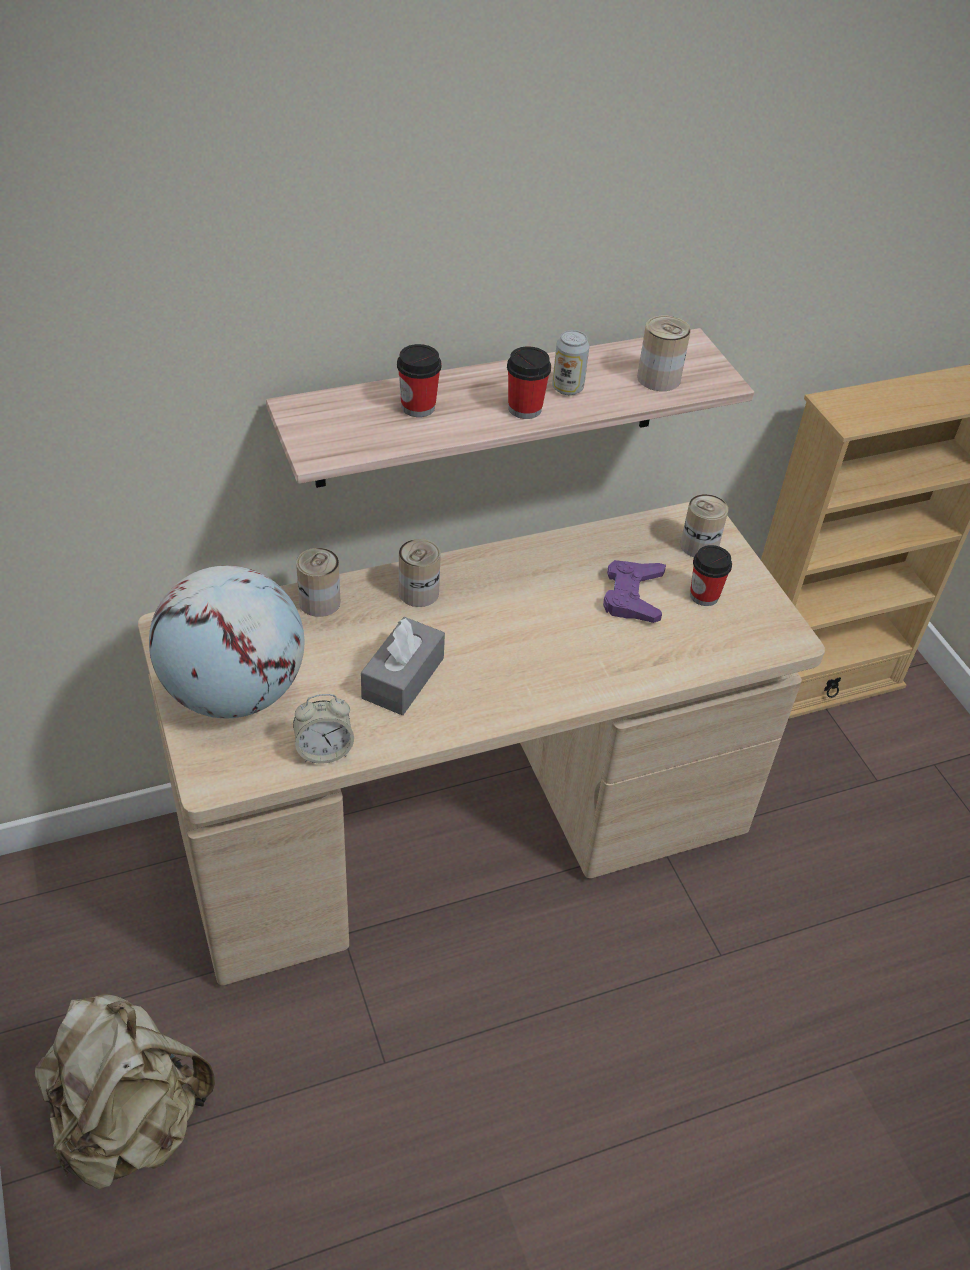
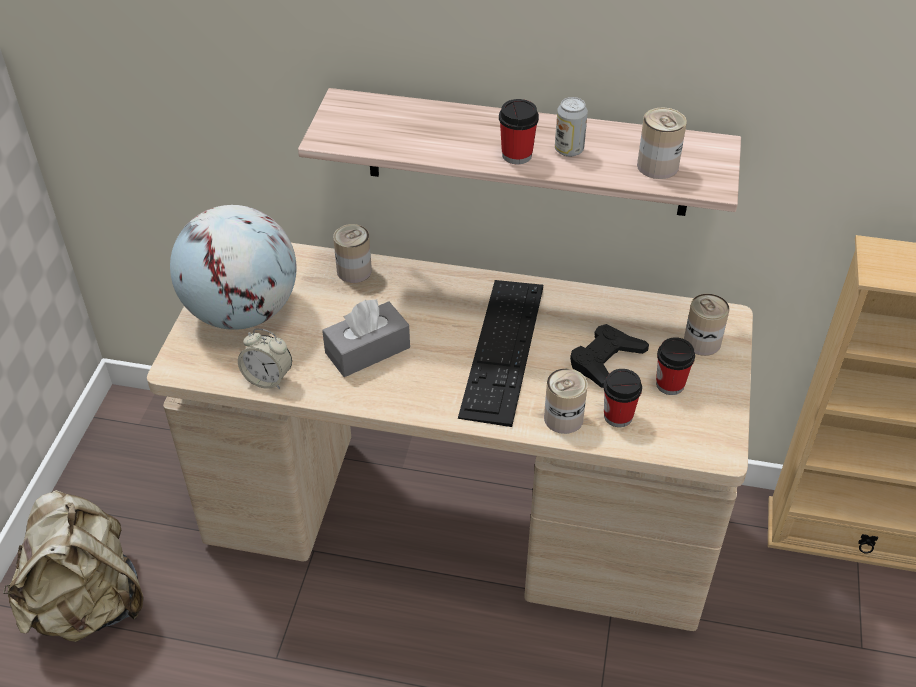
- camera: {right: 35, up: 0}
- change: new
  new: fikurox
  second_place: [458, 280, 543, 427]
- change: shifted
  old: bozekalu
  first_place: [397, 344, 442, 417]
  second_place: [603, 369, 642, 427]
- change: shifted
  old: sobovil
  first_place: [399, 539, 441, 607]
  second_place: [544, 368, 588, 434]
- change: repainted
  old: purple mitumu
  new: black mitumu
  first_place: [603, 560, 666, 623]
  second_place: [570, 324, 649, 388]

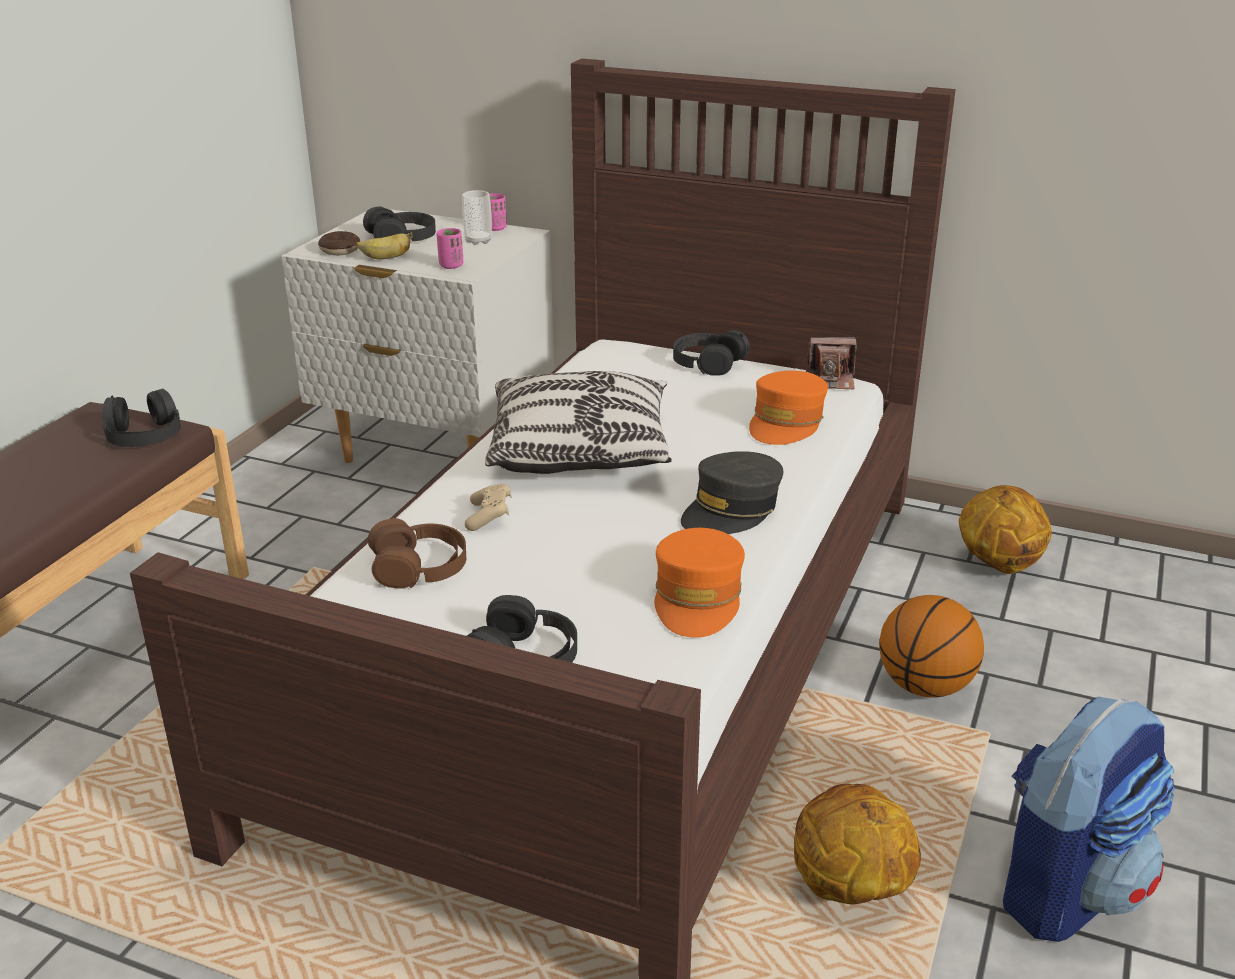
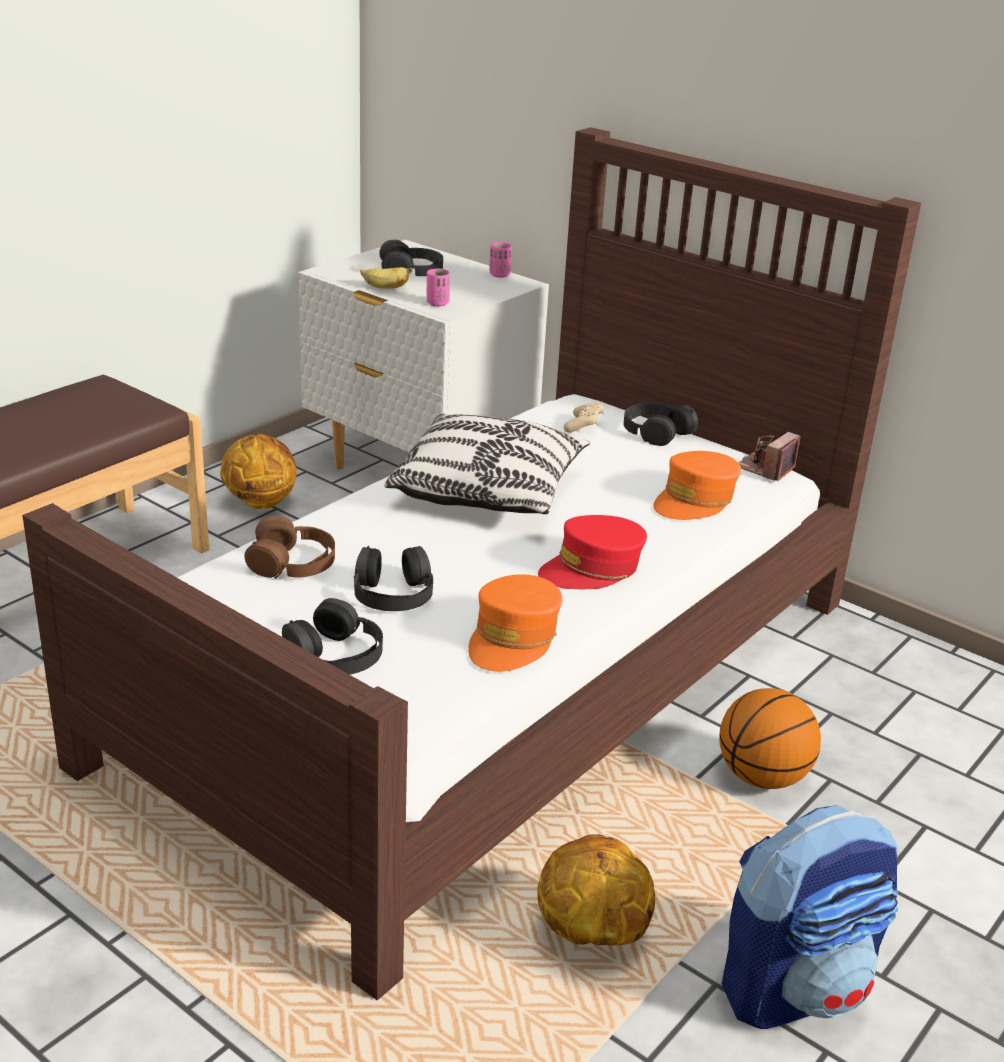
- camera: {right: 15, up: 0}
- change: gone
  old: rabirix
  first_place: [318, 231, 360, 255]
- change: gone
  old: bozekalu
  first_place: [462, 190, 492, 245]
- change: shifted
  old: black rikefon
  first_place: [102, 389, 181, 447]
  second_place: [354, 546, 433, 611]
- change: shifted
  old: beige mitumu
  first_place: [465, 484, 512, 531]
  second_place: [563, 403, 604, 433]
- change: shifted
  old: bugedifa
  first_place: [959, 485, 1052, 574]
  second_place: [220, 434, 297, 509]
- change: repainted
  old: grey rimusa
  new: red rimusa
  first_place: [681, 451, 783, 534]
  second_place: [538, 515, 647, 589]
- change: rotated
  old: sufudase
  first_place: [806, 337, 856, 389]
  second_place: [738, 432, 801, 481]
  degrees: 105

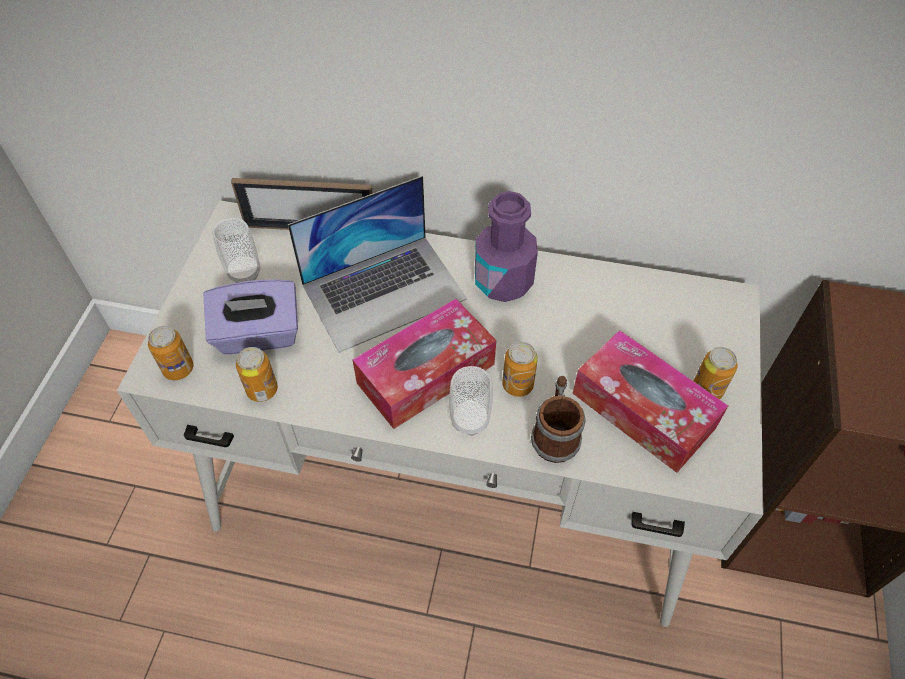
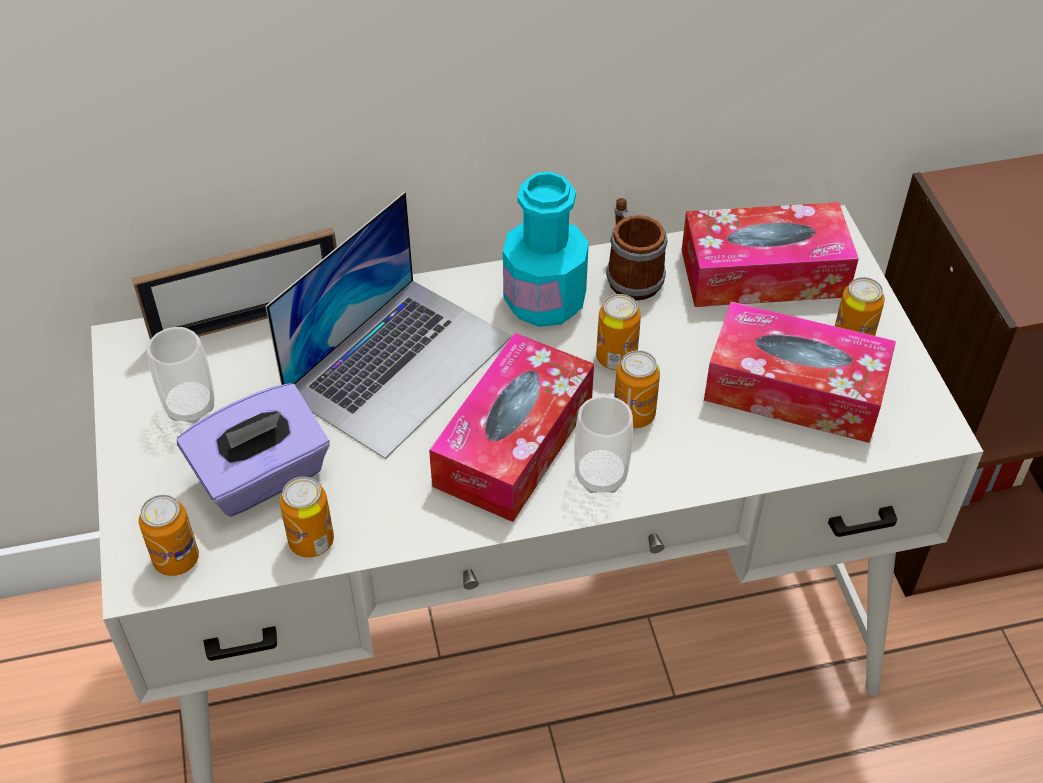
- camera: {right: -25, up: -5}
- change: new
  new: sobovil
  second_place: [596, 294, 641, 370]
- change: new
  new: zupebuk
  second_place: [682, 202, 859, 307]
- change: shifted
  old: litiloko
  first_place: [531, 376, 586, 463]
  second_place: [606, 198, 667, 301]
- change: repainted
  old: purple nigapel
  new: turquoise nigapel
  first_place: [475, 191, 538, 302]
  second_place: [503, 172, 589, 327]

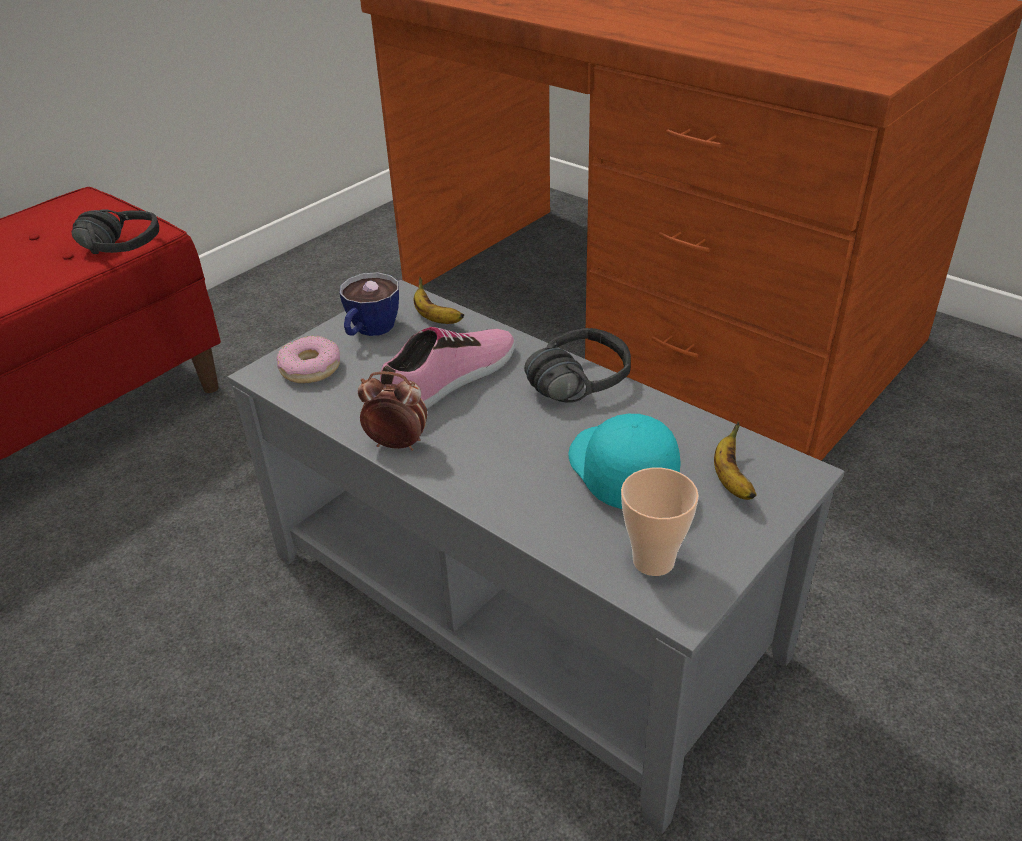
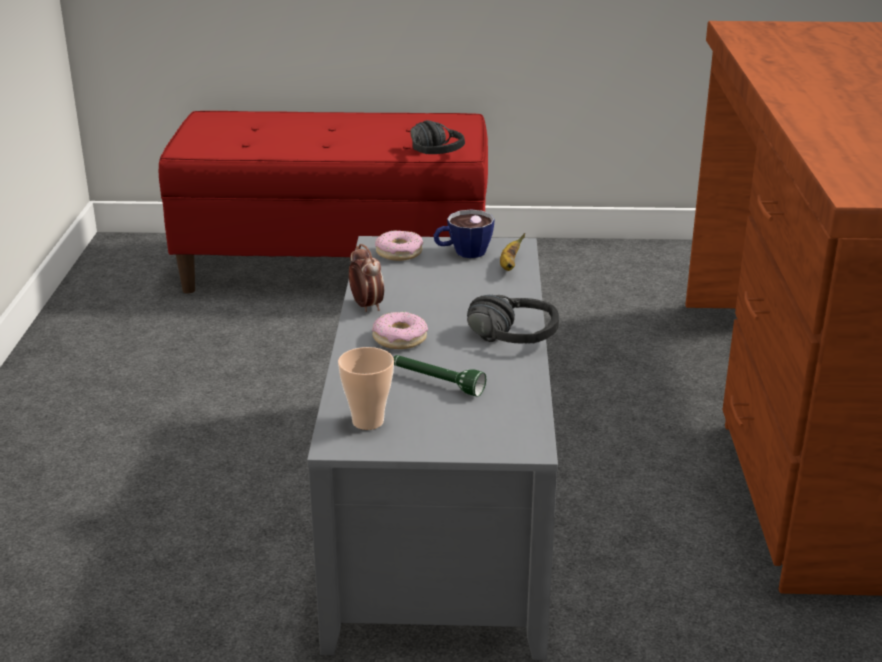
- camera: {right: 50, up: -10}
- change: gone
  old: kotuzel
  first_place: [380, 327, 515, 409]
- change: gone
  old: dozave
  first_place: [714, 421, 756, 500]
- change: new
  new: rabirix
  second_place: [372, 312, 428, 349]
- change: swapped
  old: turquoise rimusa
  new: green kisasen
  first_place: [568, 414, 680, 509]
  second_place: [393, 355, 486, 397]

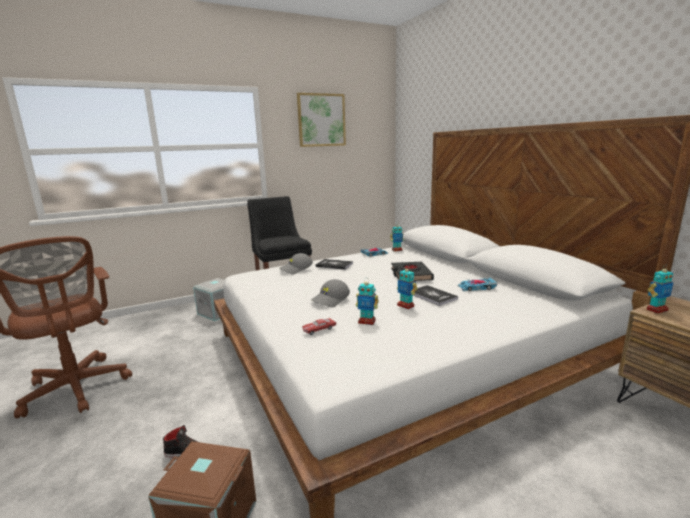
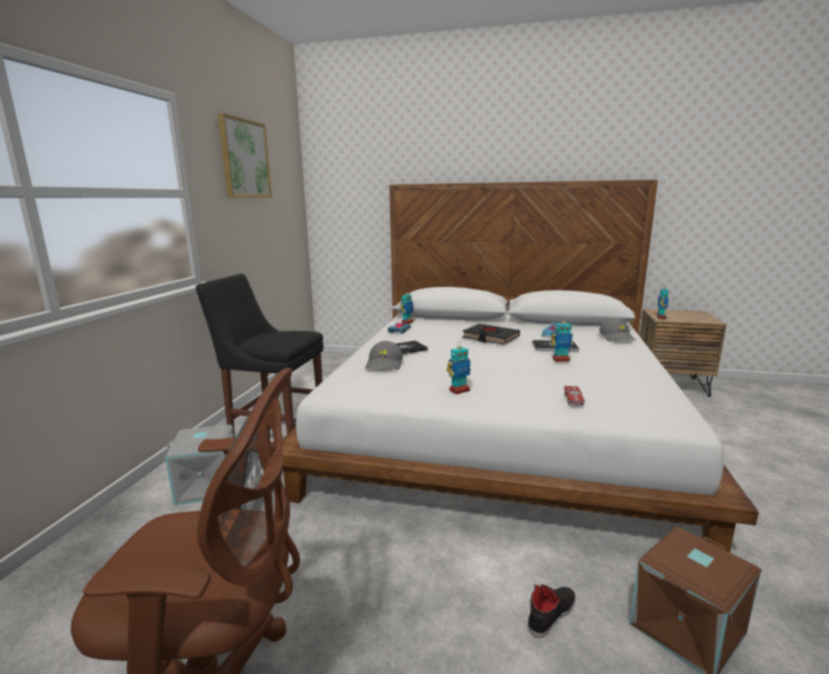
- camera: {right: -50, up: 0}
- change: shifted
  old: grey rimusa
  first_place: [311, 279, 350, 308]
  second_place: [599, 318, 636, 342]
- change: shifted
  old: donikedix
  first_place: [356, 281, 379, 325]
  second_place: [446, 344, 471, 394]

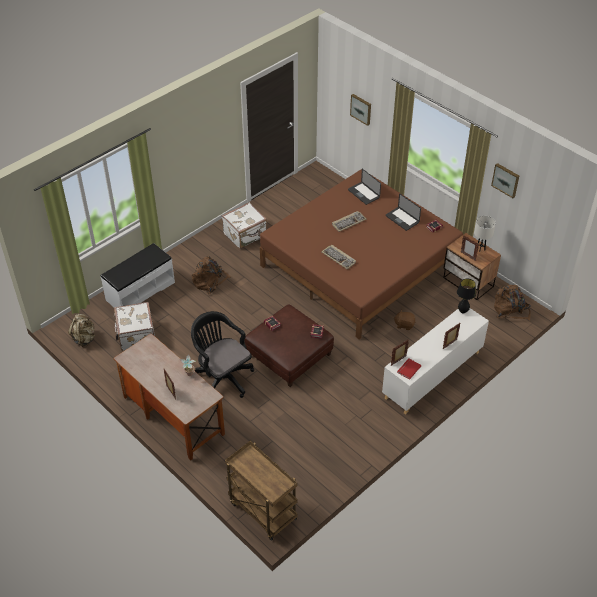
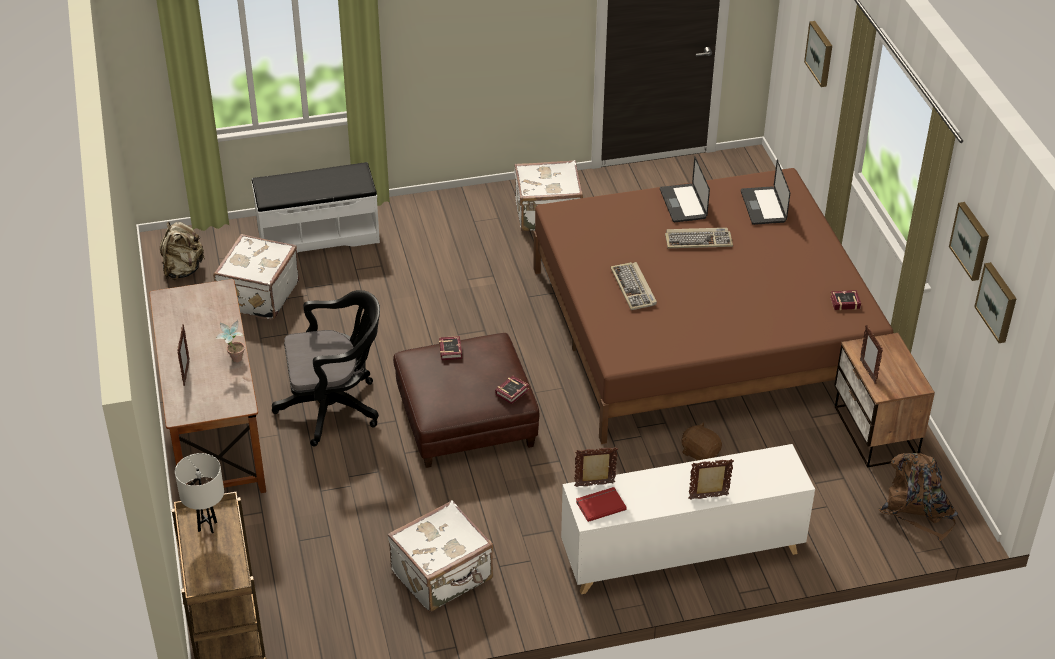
- camera: {right: 30, up: -5}
- change: gone
  old: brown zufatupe
  first_place: [191, 256, 231, 294]
- change: gone
  old: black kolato
  first_place: [457, 279, 476, 313]
- change: new
  new: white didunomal
  second_place: [388, 500, 493, 612]
- change: new
  new: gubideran
  second_place: [974, 262, 1016, 343]
- change: shifted
  old: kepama
  first_place: [386, 193, 421, 231]
  second_place: [660, 156, 710, 222]
- change: shifted
  old: white kolato
  first_place: [474, 216, 496, 252]
  second_place: [175, 453, 224, 534]
- change: rotated
  old: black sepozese
  first_place: [191, 311, 254, 398]
  second_place: [272, 290, 380, 446]
  degrees: 90

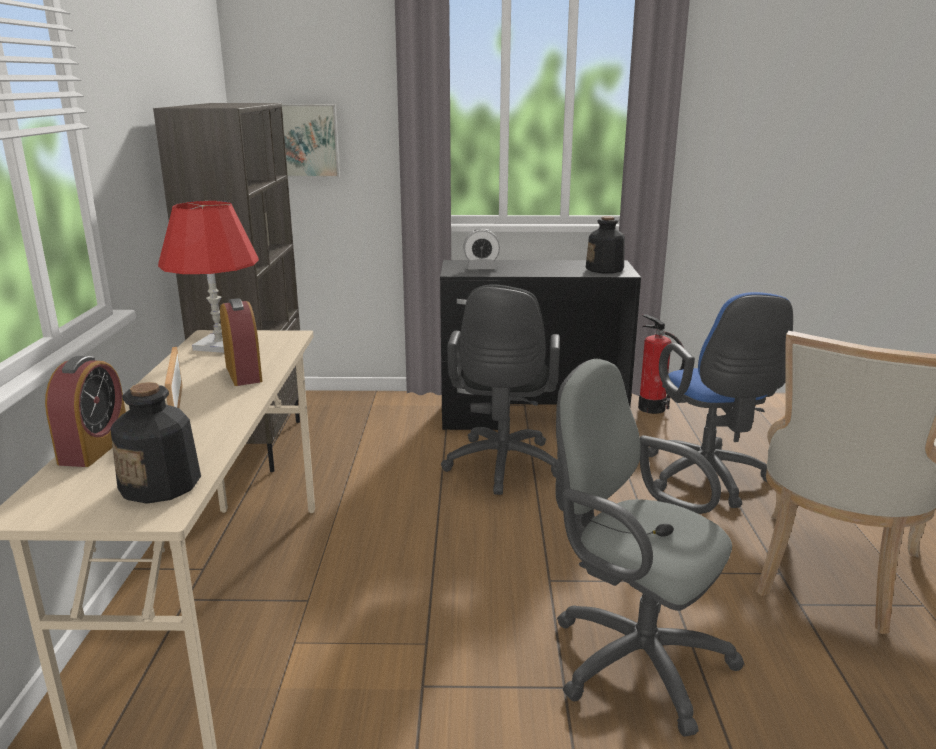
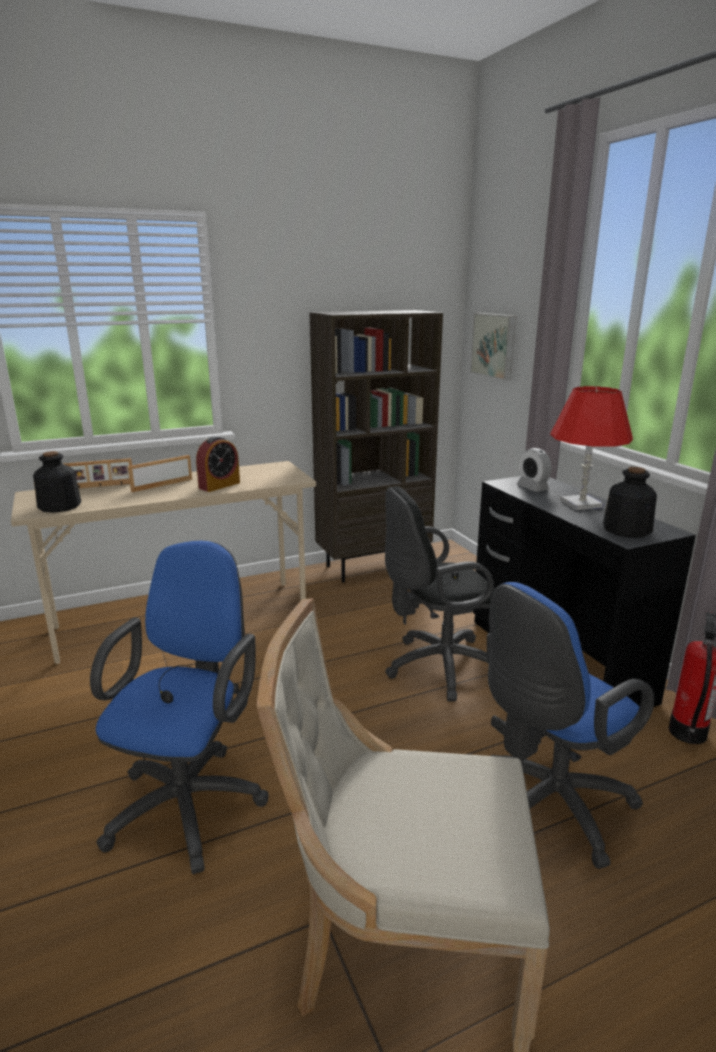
- camera: {right: 65, up: 0}
- change: shifted
  old: red kolato
  first_place: [158, 201, 259, 353]
  second_place: [550, 386, 633, 510]
- change: swapped
  old: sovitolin
  new: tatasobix
  first_place: [45, 356, 126, 467]
  second_place: [63, 458, 132, 488]
- change: repainted
  old: grey sepozese
  new: blue sepozese
  first_place: [555, 359, 745, 737]
  second_place: [90, 541, 268, 874]

